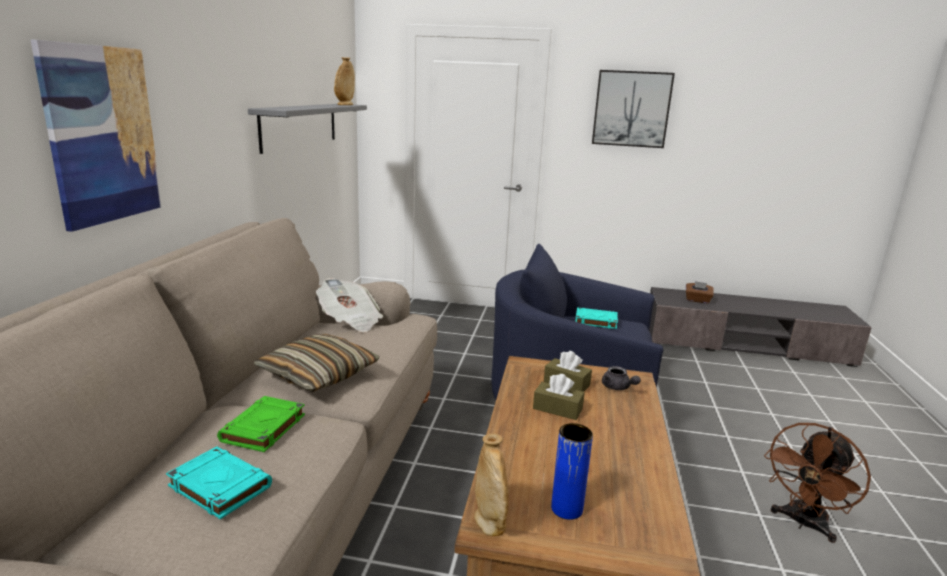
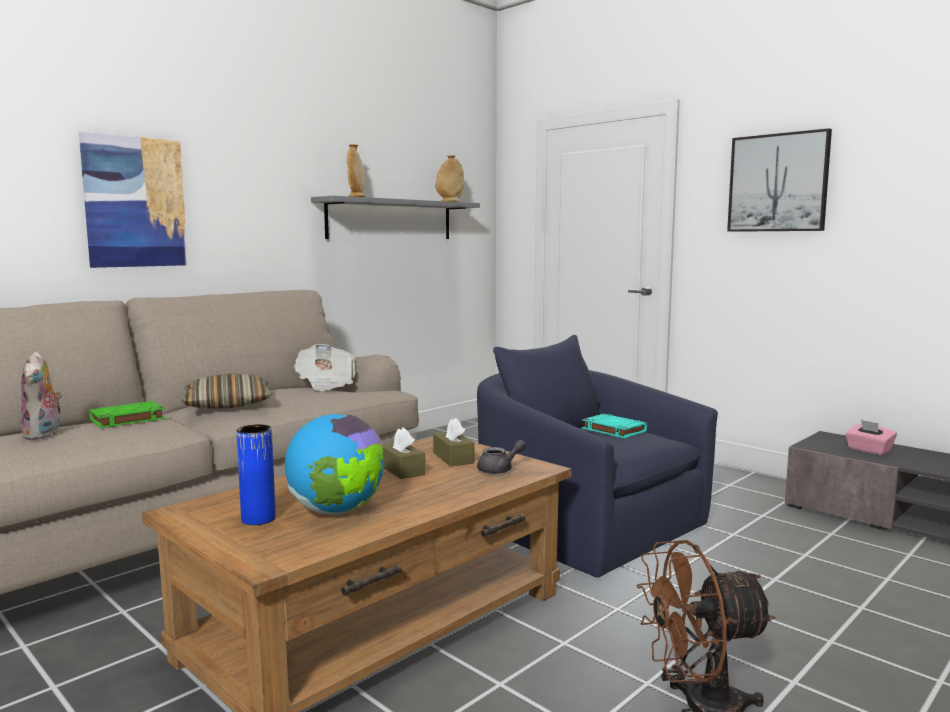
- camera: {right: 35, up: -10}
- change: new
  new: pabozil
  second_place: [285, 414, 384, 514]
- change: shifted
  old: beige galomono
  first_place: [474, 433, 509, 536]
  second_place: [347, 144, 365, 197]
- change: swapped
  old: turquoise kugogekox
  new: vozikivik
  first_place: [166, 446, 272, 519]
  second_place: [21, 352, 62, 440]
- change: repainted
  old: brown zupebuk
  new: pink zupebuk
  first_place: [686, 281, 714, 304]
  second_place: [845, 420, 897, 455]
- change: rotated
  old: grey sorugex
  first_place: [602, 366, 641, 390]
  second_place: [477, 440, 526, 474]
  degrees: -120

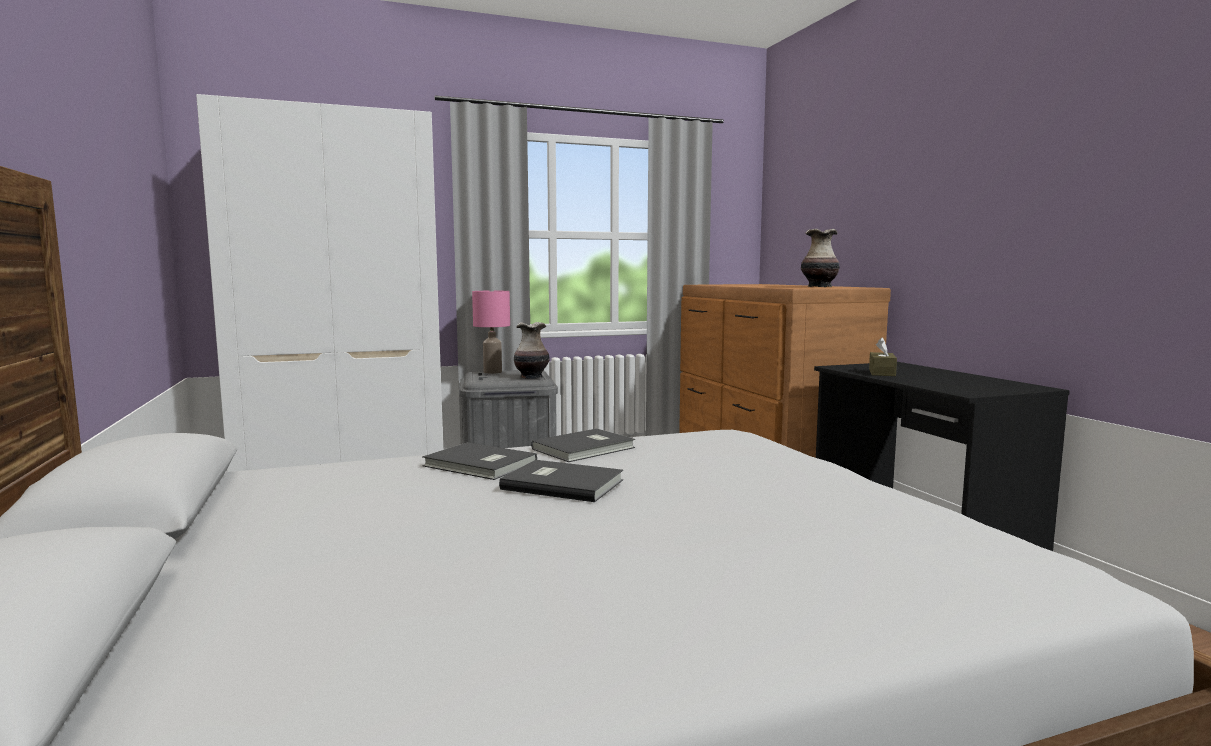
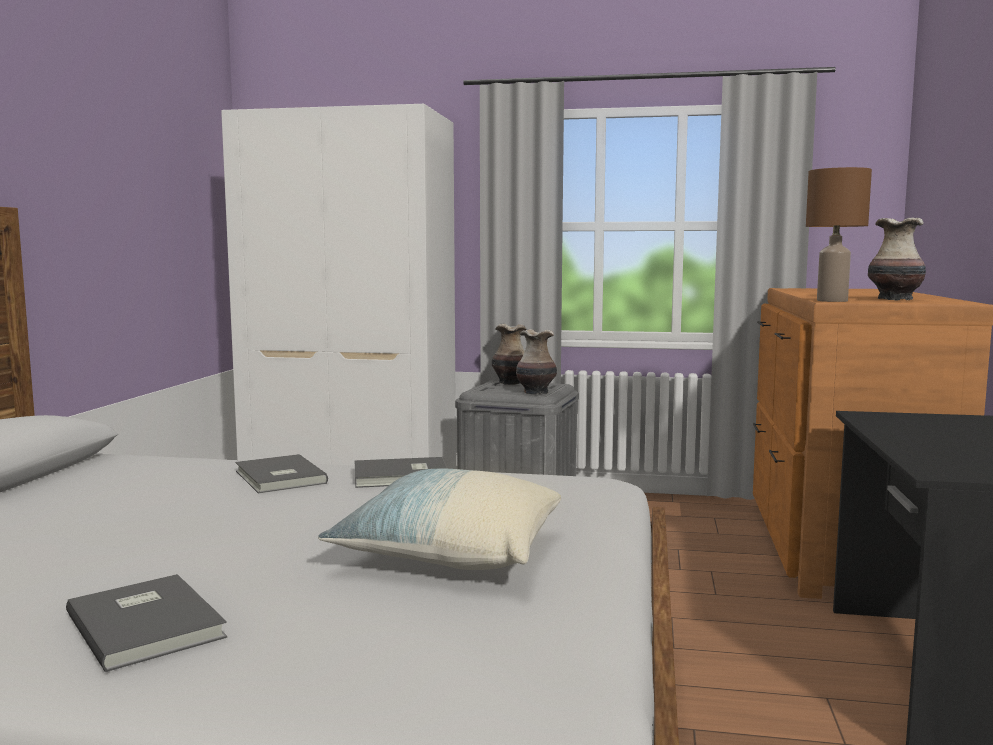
- camera: {right: 30, up: 0}
- change: gone
  old: brown zupebuk
  first_place: [869, 337, 897, 376]
- change: new
  new: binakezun
  second_place: [318, 469, 561, 570]
- change: new
  new: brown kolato
  second_place: [806, 167, 872, 302]
- change: shifted
  old: grey kugogekox
  first_place: [499, 460, 623, 502]
  second_place: [66, 574, 227, 672]
- change: swapped
  old: pink kolato
  new: galomono
  first_place: [472, 291, 510, 374]
  second_place: [492, 324, 527, 385]

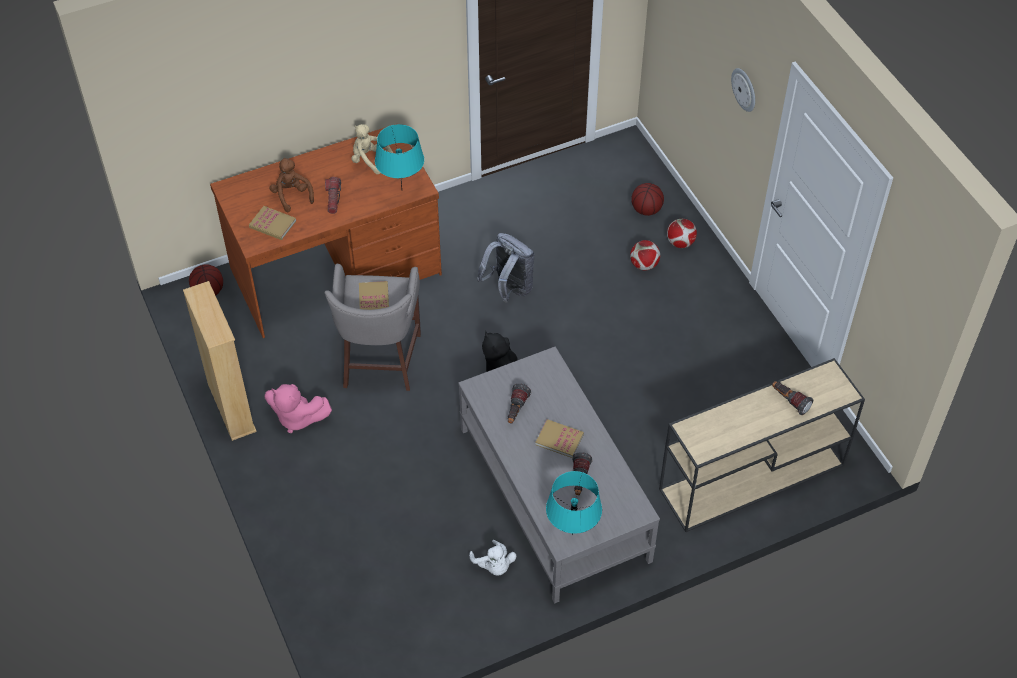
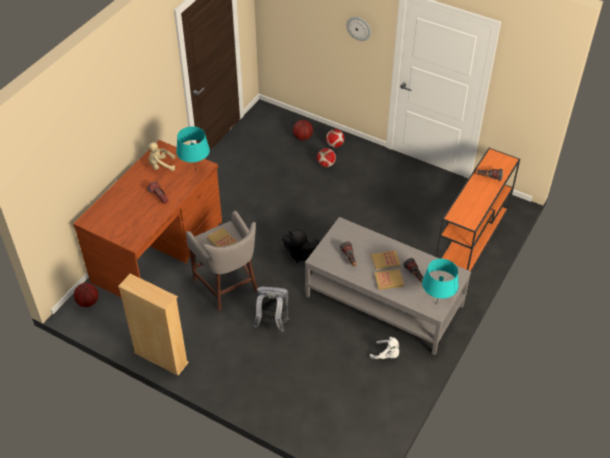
- camera: {right: -35, up: -5}
- change: gone
  old: pink vozikivik
  first_place: [264, 384, 332, 433]
- change: gone
  old: brown vozikivik
  first_place: [269, 158, 314, 212]
- change: shifted
  old: kugogekox
  first_place: [249, 206, 296, 240]
  second_place: [374, 269, 404, 290]
- change: shifted
  old: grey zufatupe
  first_place: [477, 233, 535, 303]
  second_place: [254, 287, 290, 332]
- change: repainted
  old: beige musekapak
  new: orange musekapak
  first_place: [659, 358, 865, 532]
  second_place: [436, 148, 520, 272]

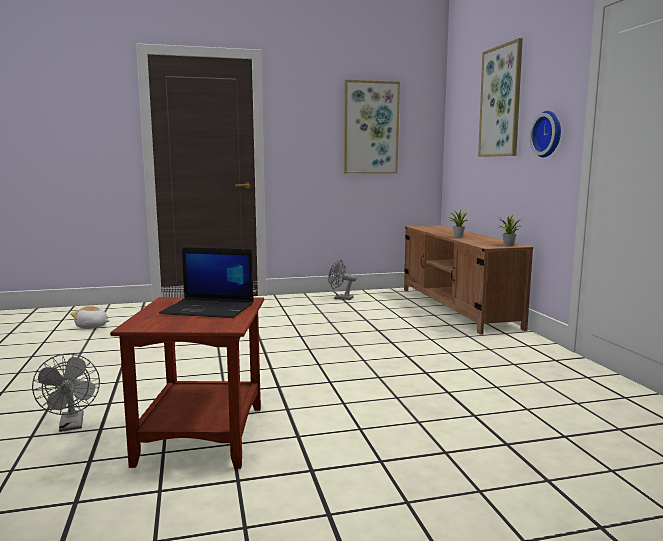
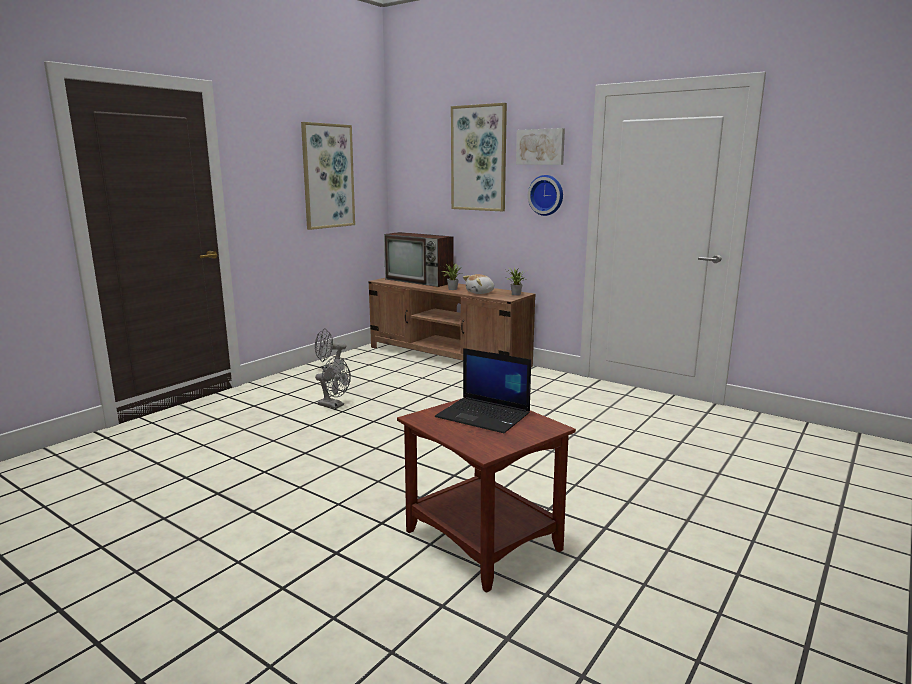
- camera: {right: -40, up: 5}
- change: new
  new: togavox
  second_place: [384, 232, 453, 287]
- change: new
  new: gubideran
  second_place: [516, 128, 565, 165]
- change: shifted
  old: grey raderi
  first_place: [32, 353, 100, 432]
  second_place: [315, 357, 351, 409]
- change: shifted
  old: vozikivik
  first_place: [70, 306, 109, 328]
  second_place: [463, 274, 494, 294]
- change: rotated
  old: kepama
  first_place: [159, 247, 254, 318]
  second_place: [435, 348, 531, 433]
  degrees: 60

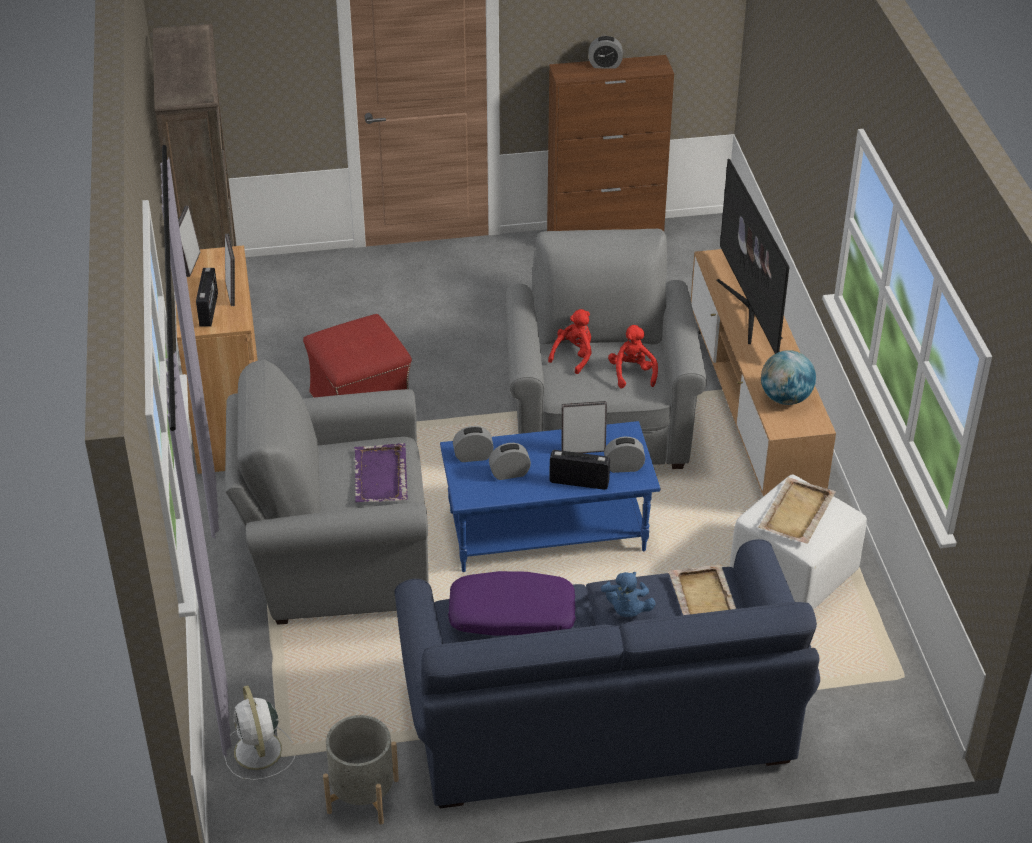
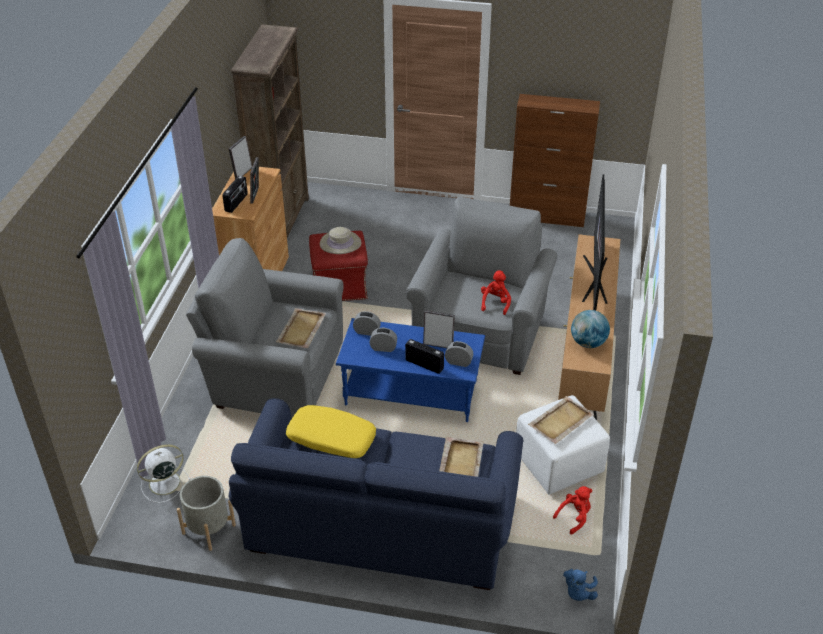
- camera: {right: 20, up: 0}
- change: gone
  old: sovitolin
  first_place: [589, 36, 623, 69]
- change: new
  new: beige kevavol
  second_place: [320, 227, 362, 254]
- change: shifted
  old: red vozikivik
  first_place: [548, 309, 592, 374]
  second_place: [553, 486, 592, 535]
- change: shifted
  old: blue vozikivik
  first_place: [601, 572, 656, 617]
  second_place: [563, 569, 598, 601]
- change: repainted
  old: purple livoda
  new: beige livoda
  first_place: [354, 443, 408, 502]
  second_place: [276, 308, 326, 348]
- change: repainted
  old: purple binakezun
  new: yellow binakezun
  first_place: [448, 571, 576, 636]
  second_place: [286, 405, 376, 458]
- change: rotated
  old: white raderi
  first_place: [224, 686, 295, 780]
  second_place: [137, 444, 191, 503]
  degrees: 60

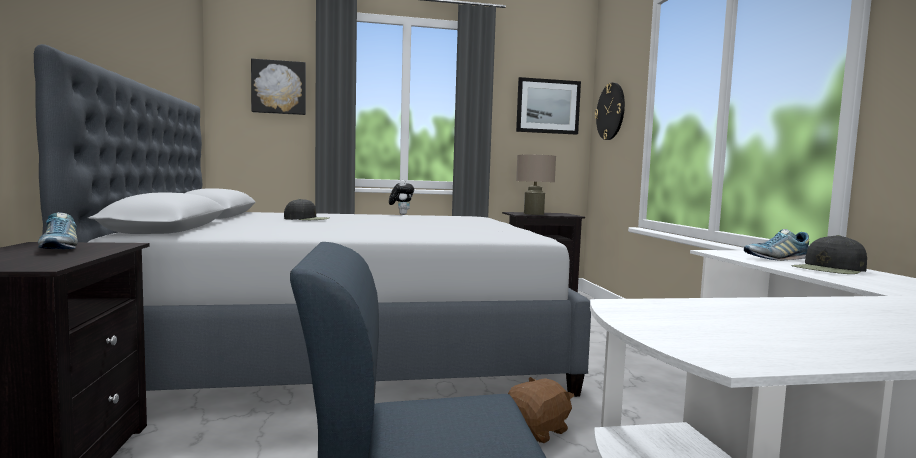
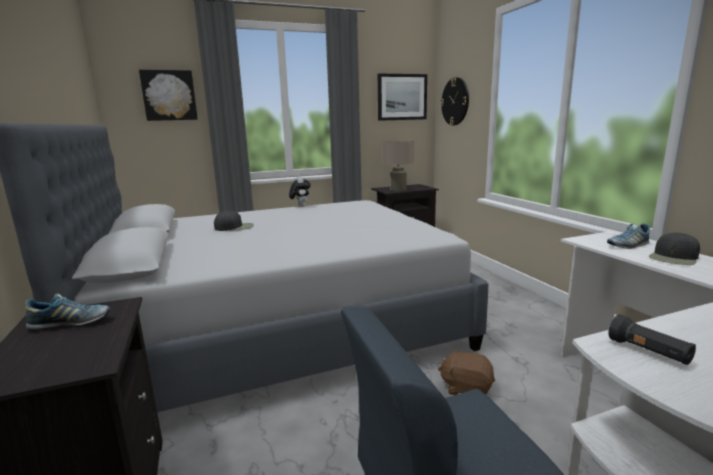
- camera: {right: -10, up: 10}
- change: new
  new: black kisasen
  second_place: [608, 314, 696, 365]
- change: rotated
  old: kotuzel
  first_place: [38, 212, 78, 249]
  second_place: [25, 293, 110, 329]
  degrees: -60
- change: rotated
  old: brown vozikivik
  first_place: [508, 377, 574, 443]
  second_place: [438, 348, 495, 395]
  degrees: -105

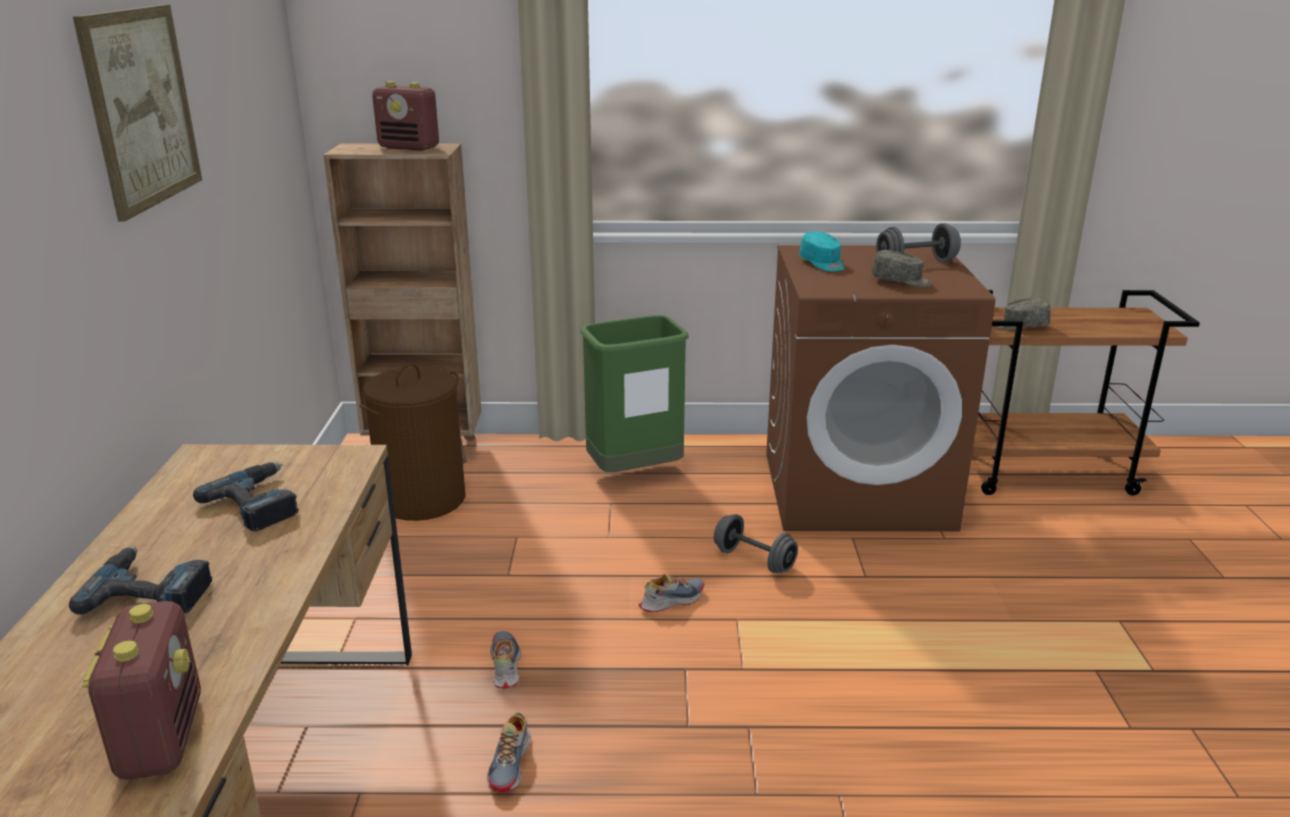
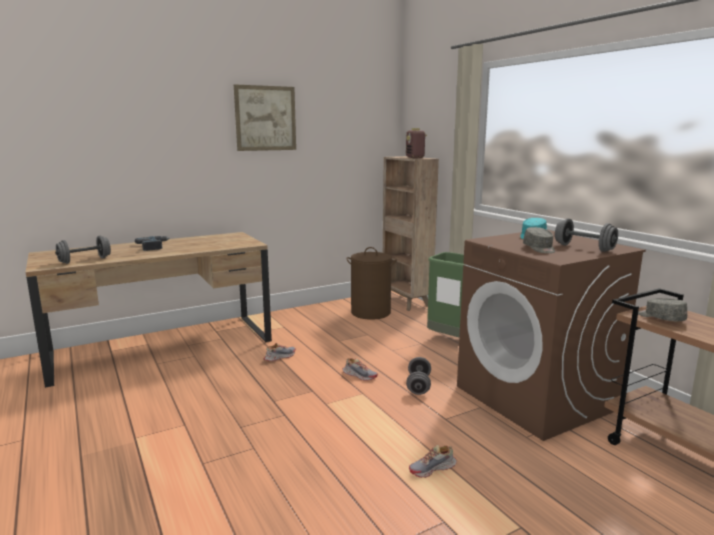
- camera: {right: 60, up: -10}
- change: gone
  old: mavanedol
  first_place: [193, 462, 299, 531]
- change: shifted
  old: kotuzel
  first_place: [487, 712, 531, 793]
  second_place: [409, 445, 457, 478]
- change: swapped
  old: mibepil
  new: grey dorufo
  first_place: [82, 601, 201, 780]
  second_place: [55, 236, 111, 264]

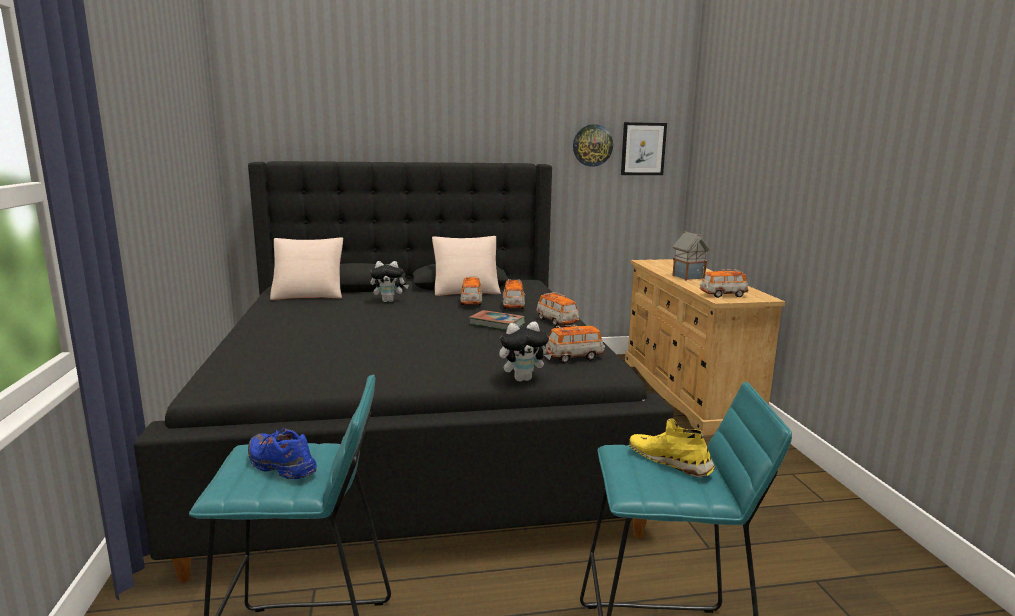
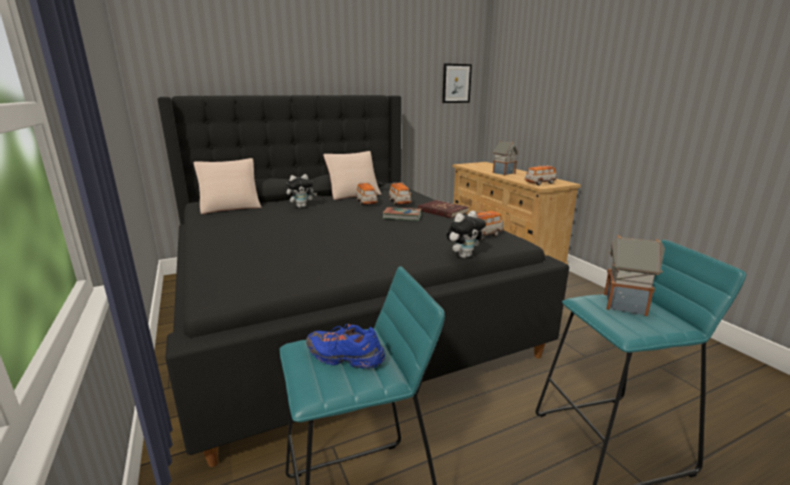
- camera: {right: -15, up: 5}
- change: gone
  old: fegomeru
  first_place: [573, 124, 613, 167]
- change: swapped
  old: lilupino
  new: red kugogekox
  first_place: [536, 292, 580, 326]
  second_place: [418, 200, 469, 218]
- change: swapped
  old: yellow kotuzel
  new: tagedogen
  first_place: [629, 418, 715, 478]
  second_place: [604, 235, 665, 316]

